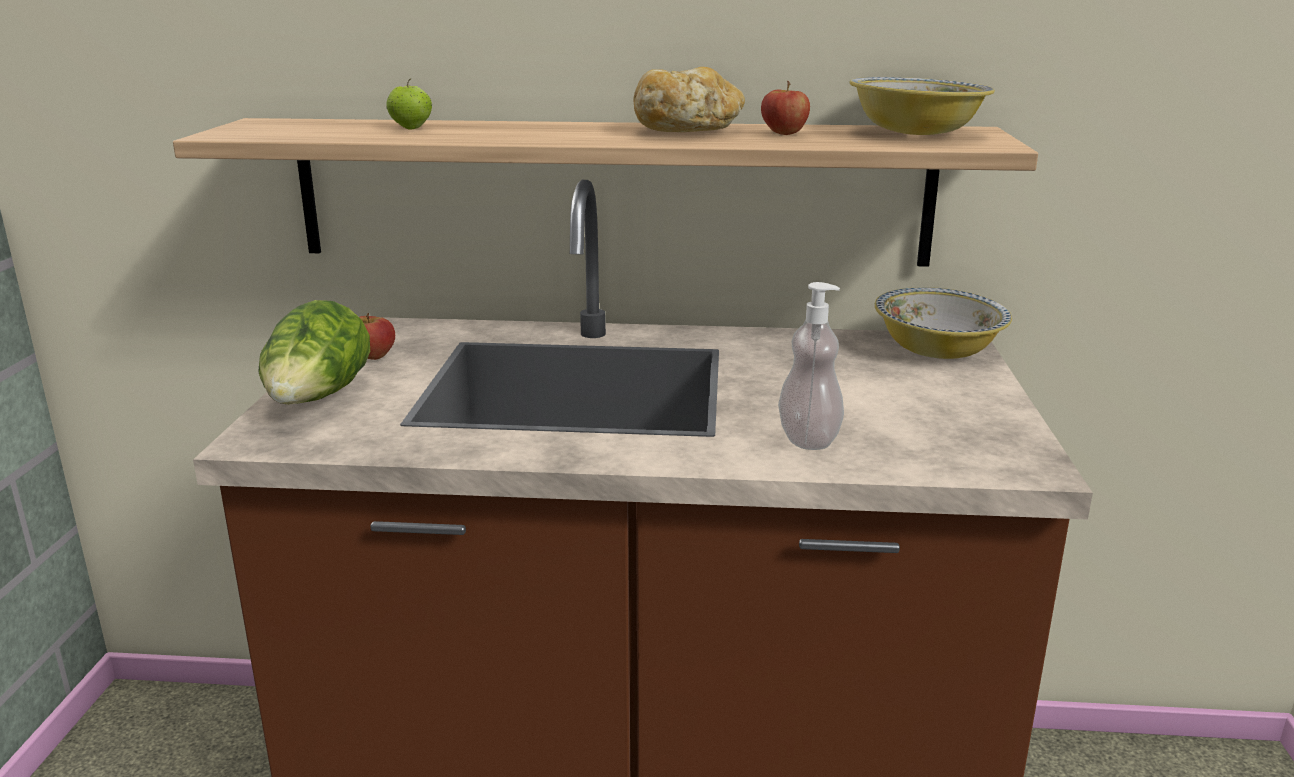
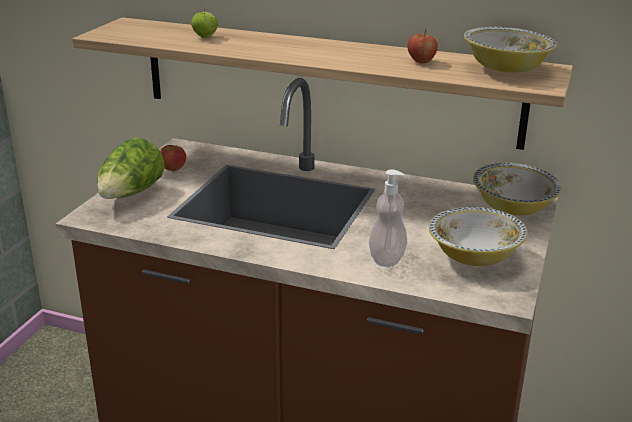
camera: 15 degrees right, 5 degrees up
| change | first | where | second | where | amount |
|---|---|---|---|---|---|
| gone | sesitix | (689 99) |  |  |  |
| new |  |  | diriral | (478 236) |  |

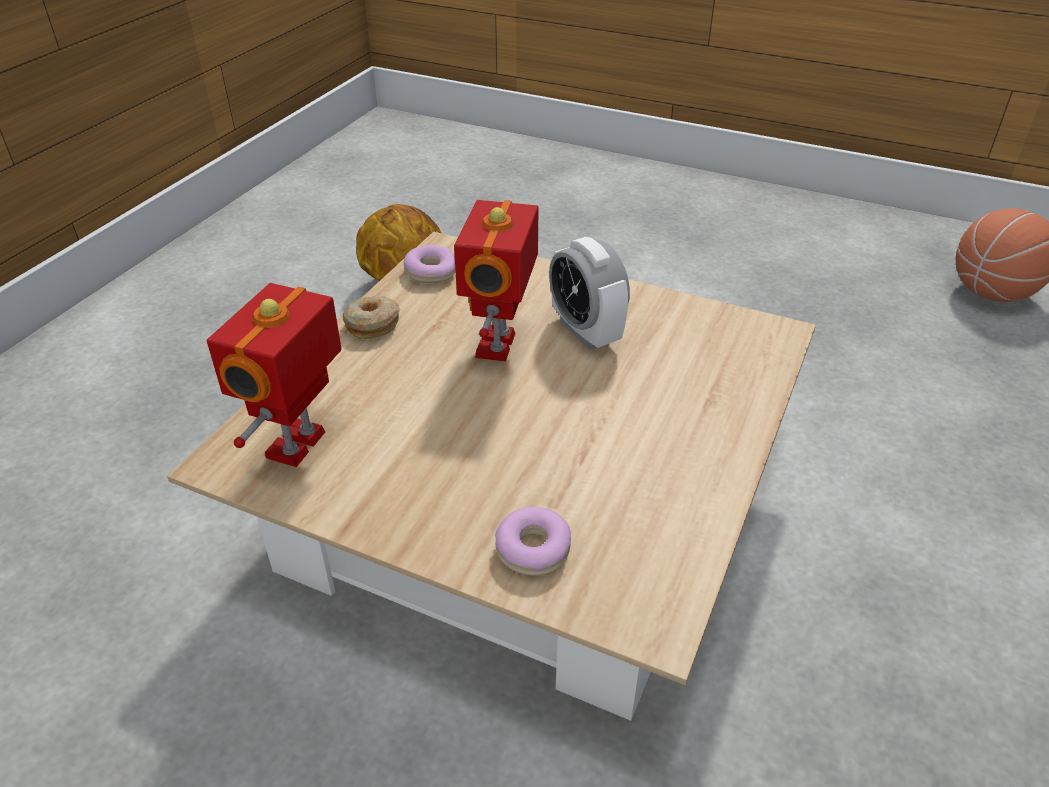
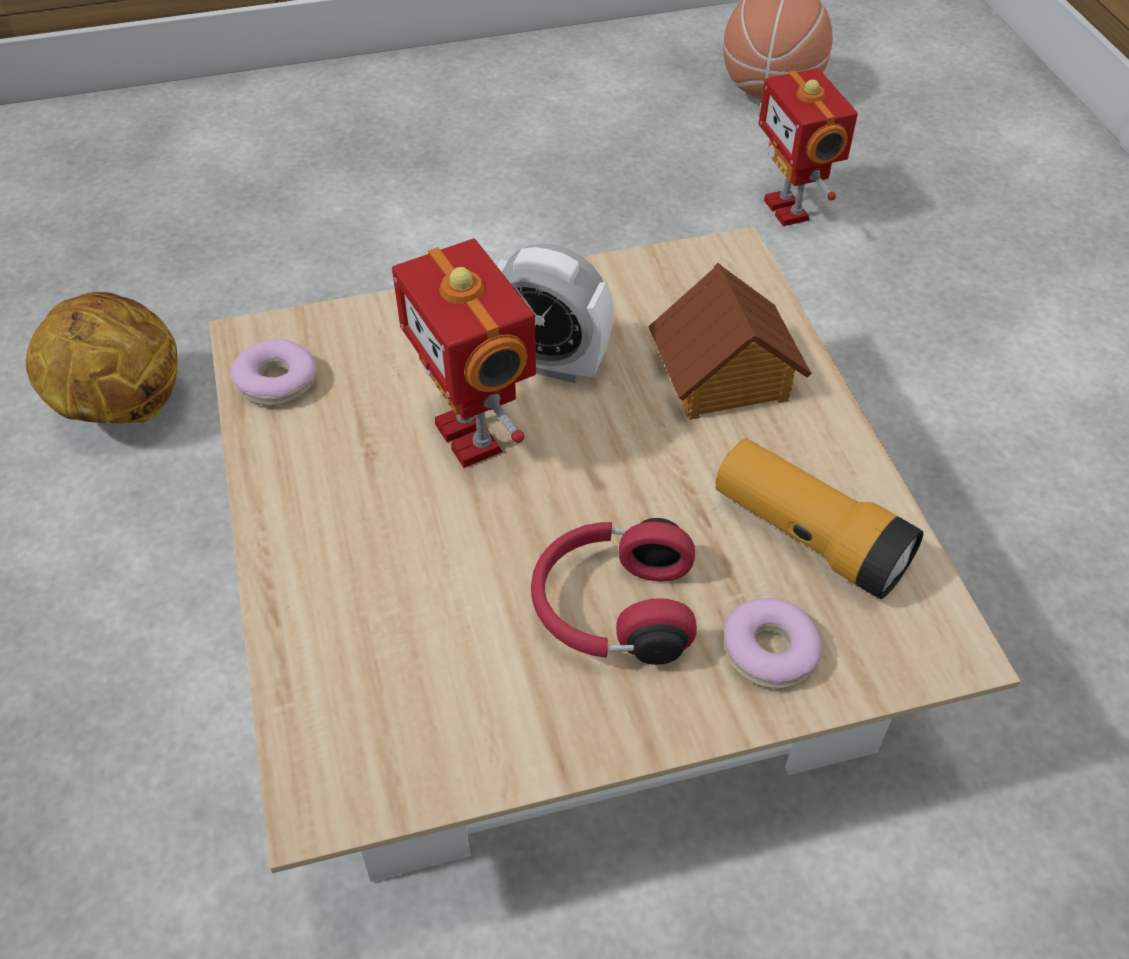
camera: 40 degrees left, 10 degrees up
| change | first | where | second | where | amount |
|---|---|---|---|---|---|
| gone | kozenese | (371 317) |  |  |  |
| new |  |  | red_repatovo | (614 591) |  |
| new |  |  | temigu | (730 341) |  |
| new |  |  | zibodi | (819 519) |  |
| shifted | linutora | (274 375) |  | (808 147) |  |

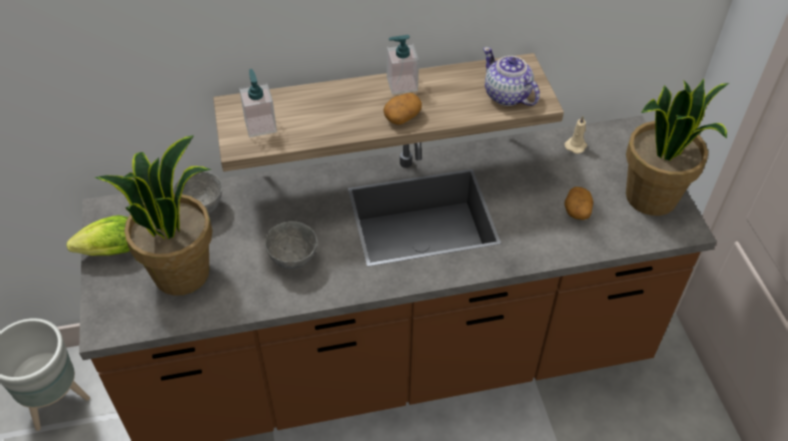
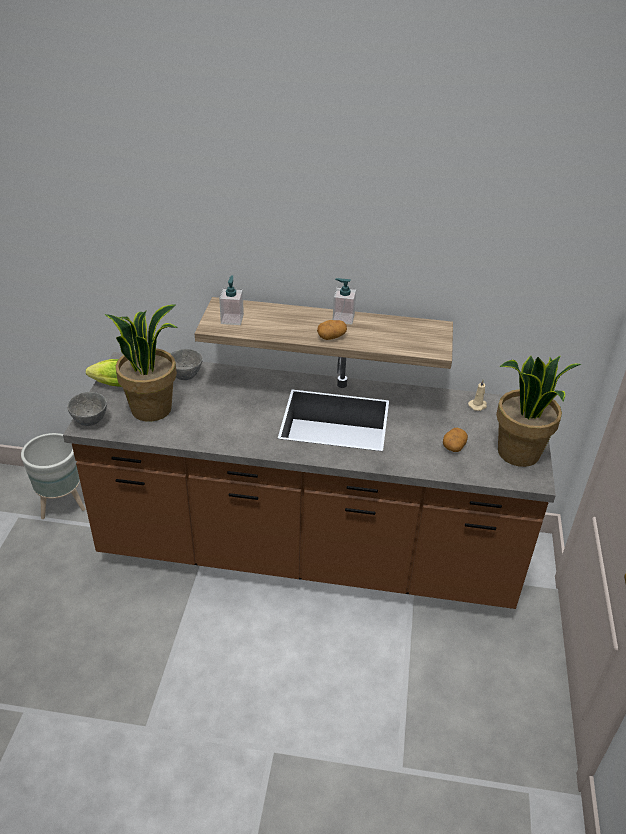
camera: 20 degrees right, 10 degrees down
| change | first | where | second | where | amount |
|---|---|---|---|---|---|
| gone | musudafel | (511 76) |  |  |  |
| shifted | grey_diriral | (290 245) |  | (87 409) |  |

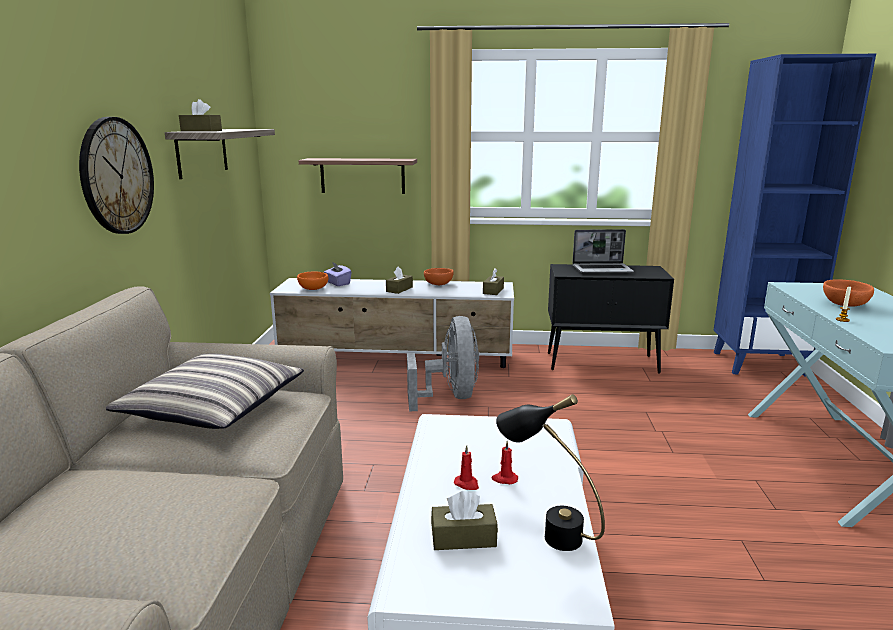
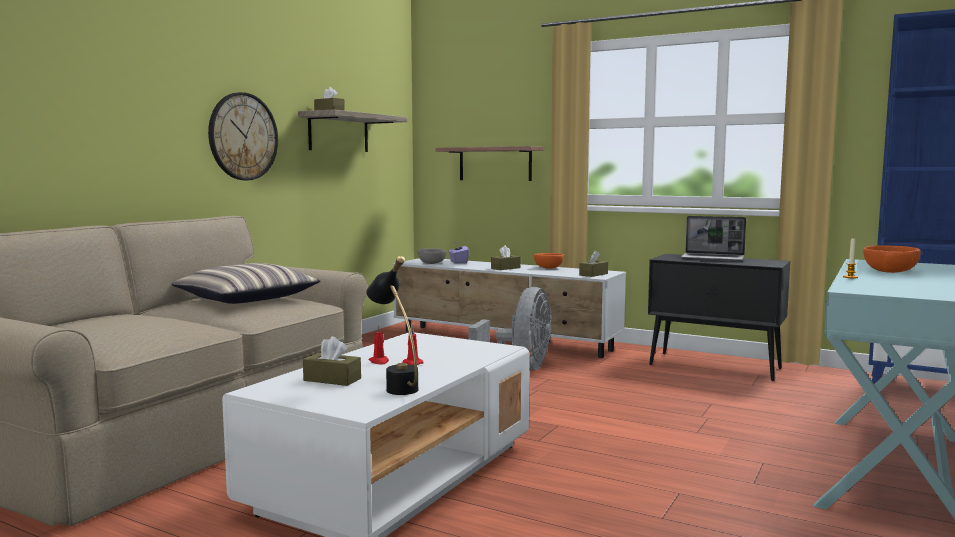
camera: 25 degrees right, 10 degrees down
| change | first | where | second | where | amount |
|---|---|---|---|---|---|
| repainted | orange_diriral | (313 280) | grey_diriral | (432 256) |  |

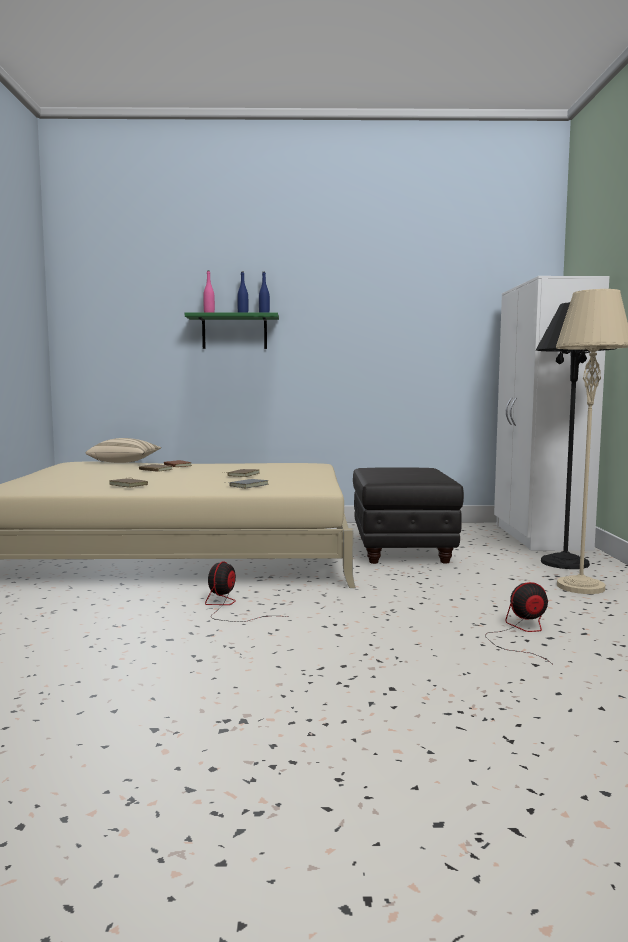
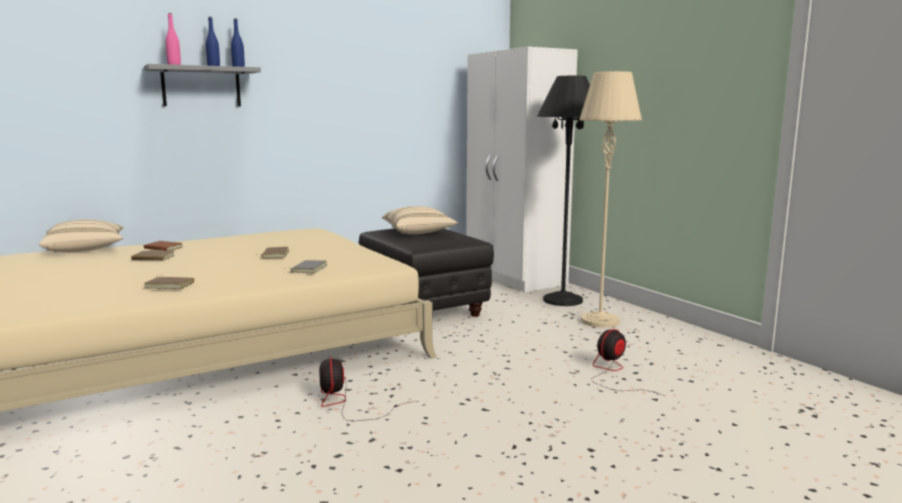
camera: 30 degrees left, 5 degrees up
| change | first | where | second | where | amount |
|---|---|---|---|---|---|
| new |  |  | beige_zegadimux | (420 220) |  |
| repainted | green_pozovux | (232 331) | grey_pozovux | (202 85) |  |

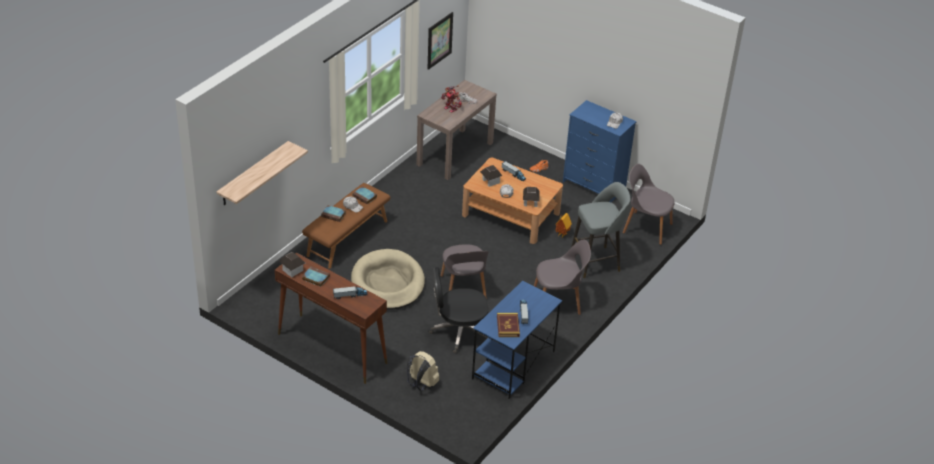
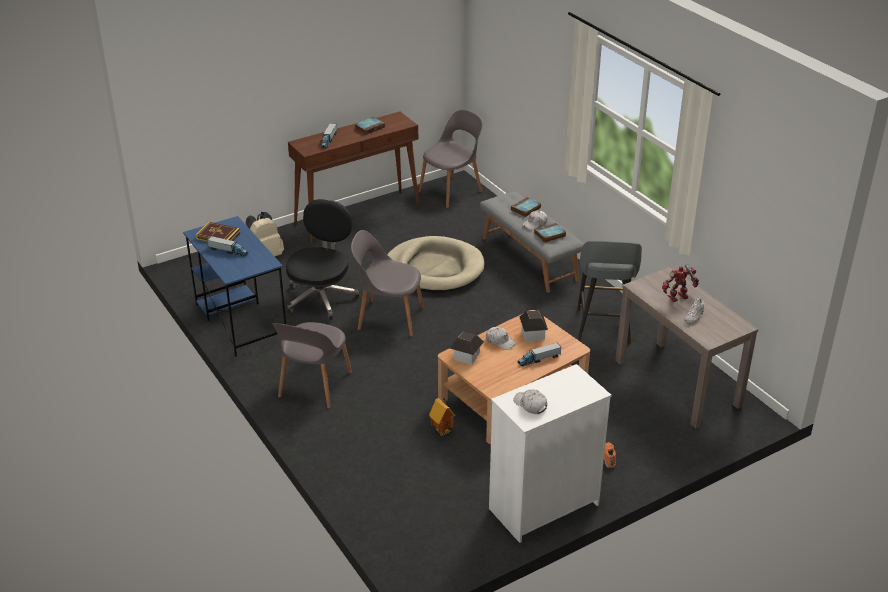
camera: 115 degrees right, 5 degrees down
| change | first | where | second | where | amount |
|---|---|---|---|---|---|
| gone | pozovux | (262 173) |  |  |  |
| gone | temigu | (292 264) |  |  |  |
| gone | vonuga | (440 41) |  |  |  |
| shifted | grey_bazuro | (600 230) |  | (609 292) |  |
| shifted | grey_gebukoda | (649 204) |  | (451 159) |  |
| repainted | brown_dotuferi | (346 226) | grey_dotuferi | (532 242) |  |
| repainted | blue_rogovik | (599 151) | white_rogovik | (550 453) |  |

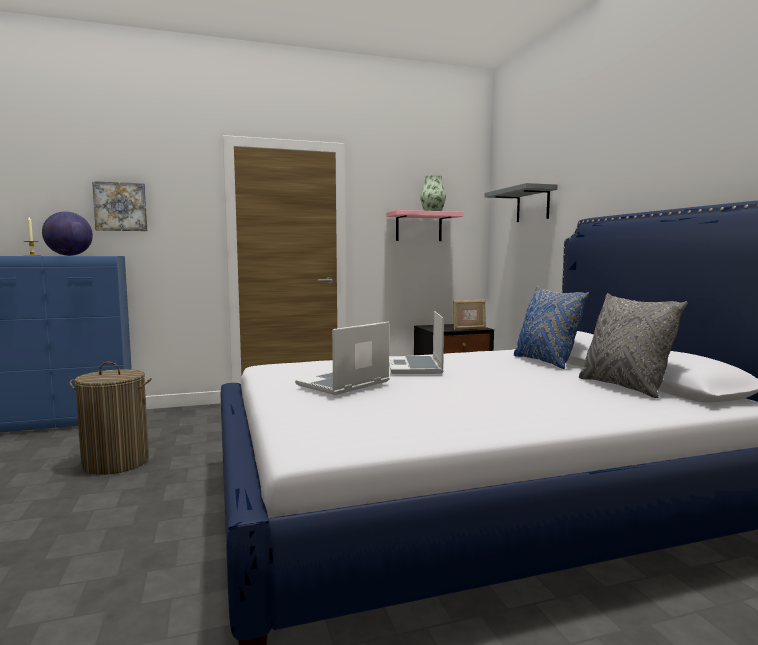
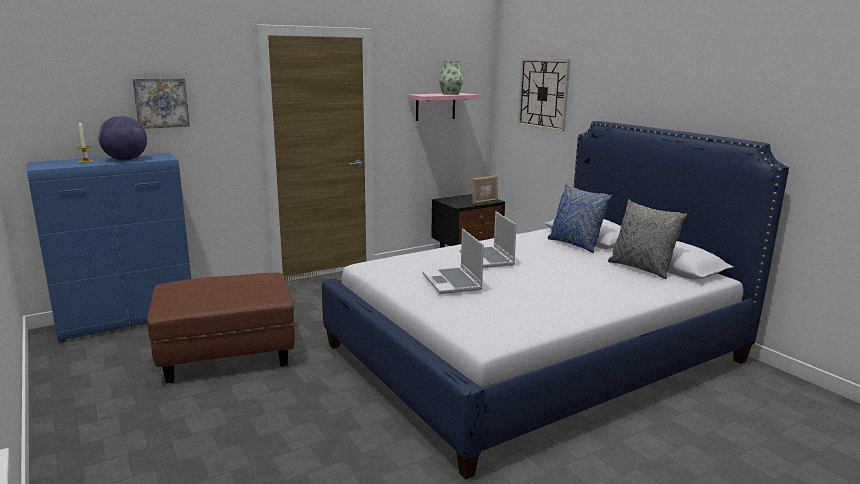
camera: 15 degrees left, 10 degrees up
| change | first | where | second | where | amount |
|---|---|---|---|---|---|
| swapped | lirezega | (111 418) | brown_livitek | (221 328) |  |
| swapped | grey_pozovux | (521 202) | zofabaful | (544 95) |  |
| rotated | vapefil | (342 358) |  | (453 261) | 45 degrees counterclockwise |

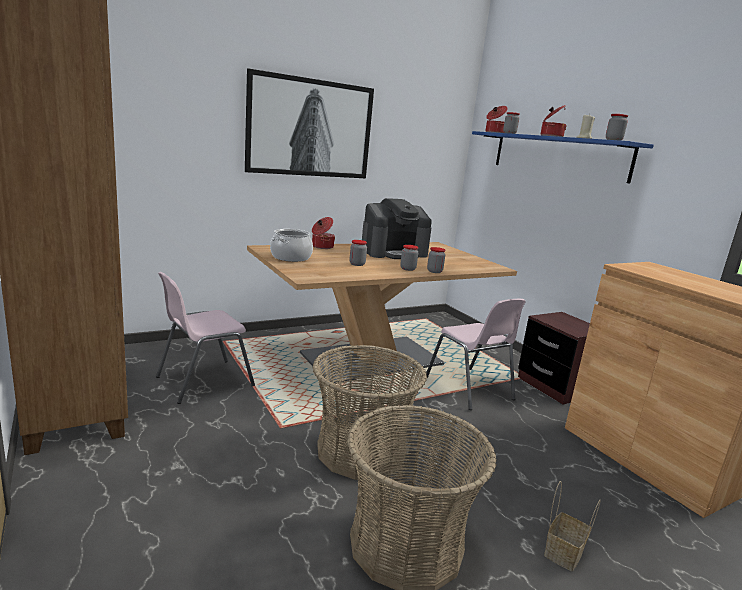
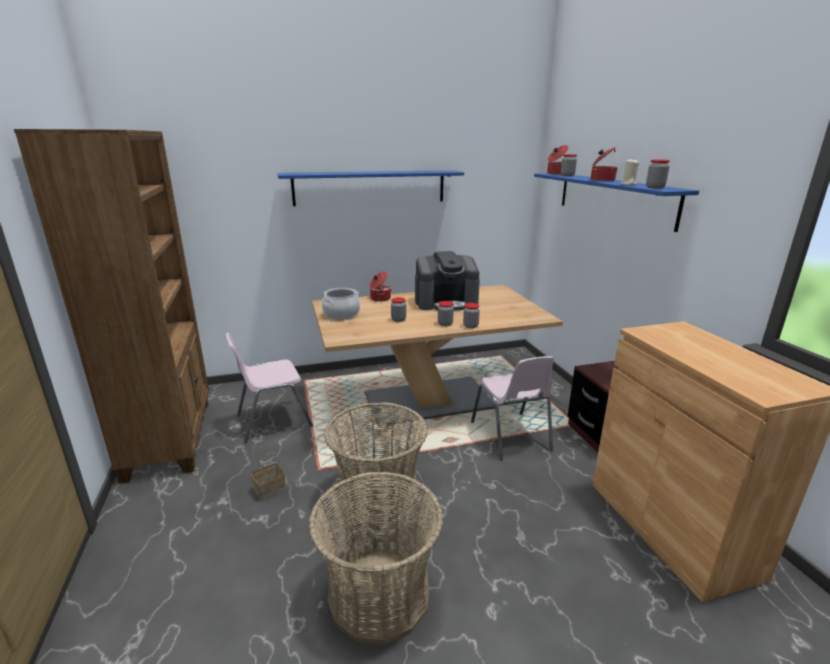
camera: 15 degrees right, 5 degrees up
| change | first | where | second | where | amount |
|---|---|---|---|---|---|
| shifted | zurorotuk | (572 526) |  | (268 470) |  |
| swapped | vonuga | (309 123) | blue_pozovux | (371 188) |  |

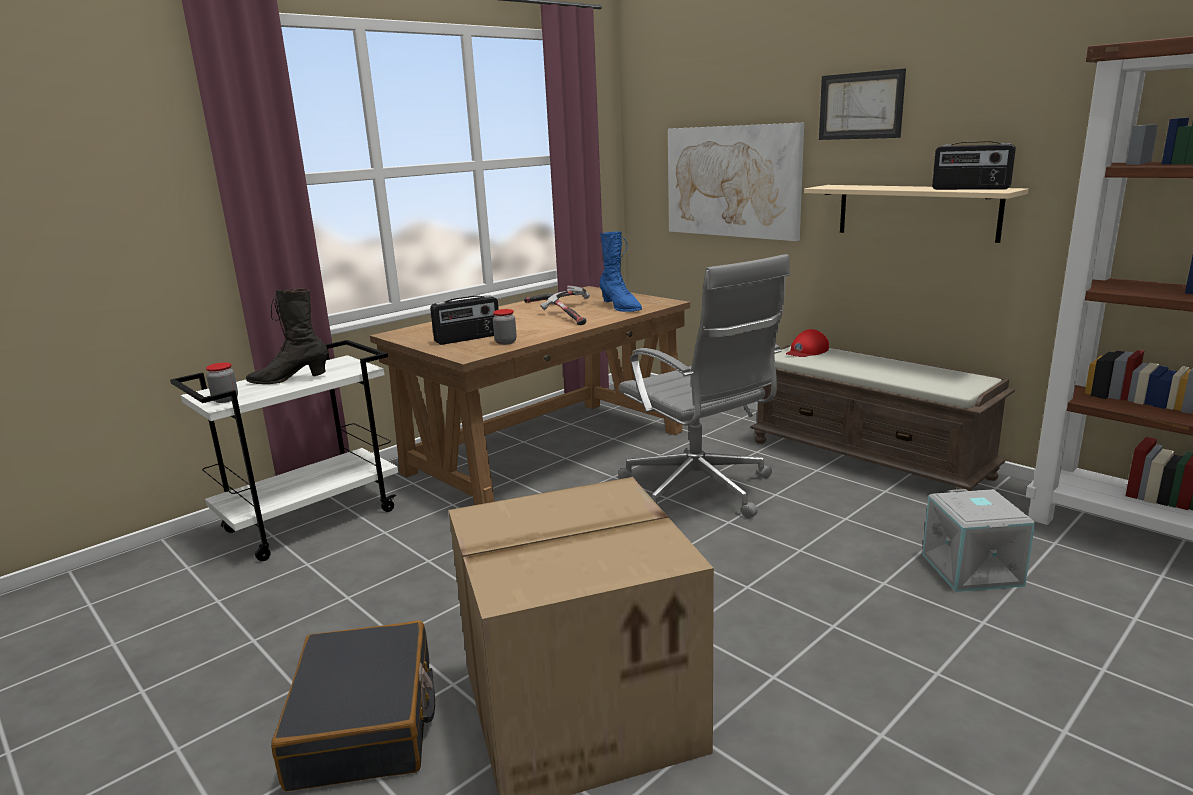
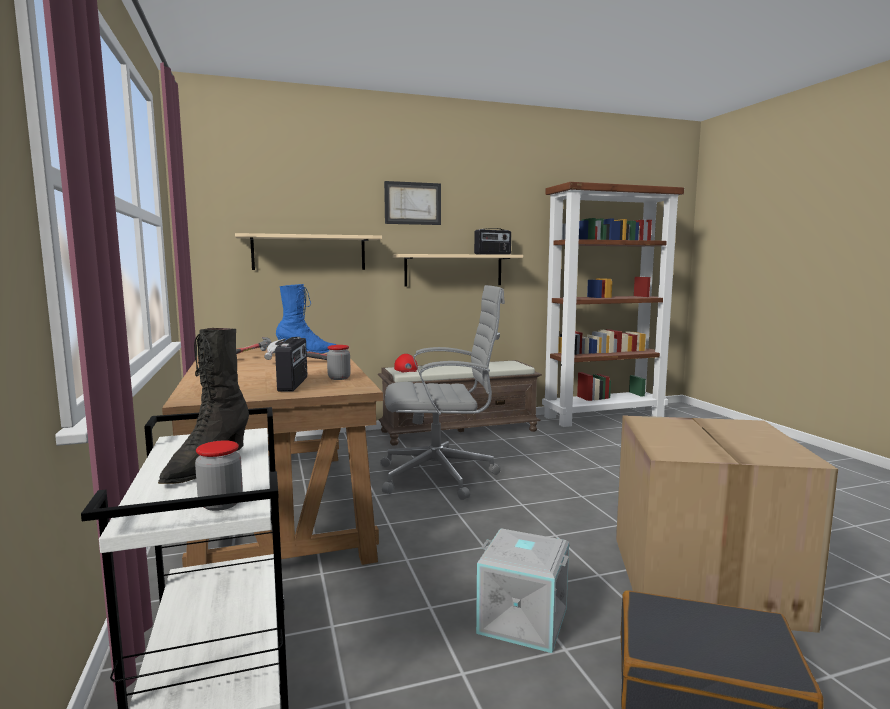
camera: 65 degrees left, 10 degrees down
| change | first | where | second | where | amount |
|---|---|---|---|---|---|
| shifted | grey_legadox | (978 540) |  | (522 590) |  |
| swapped | vonuga | (736 182) | beige_pozovux | (308 251) |  |

